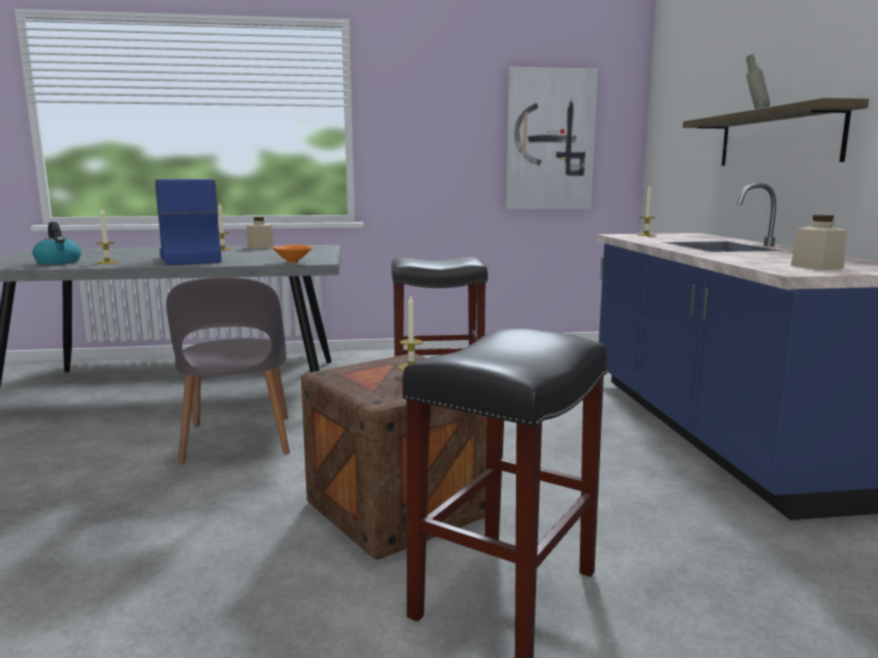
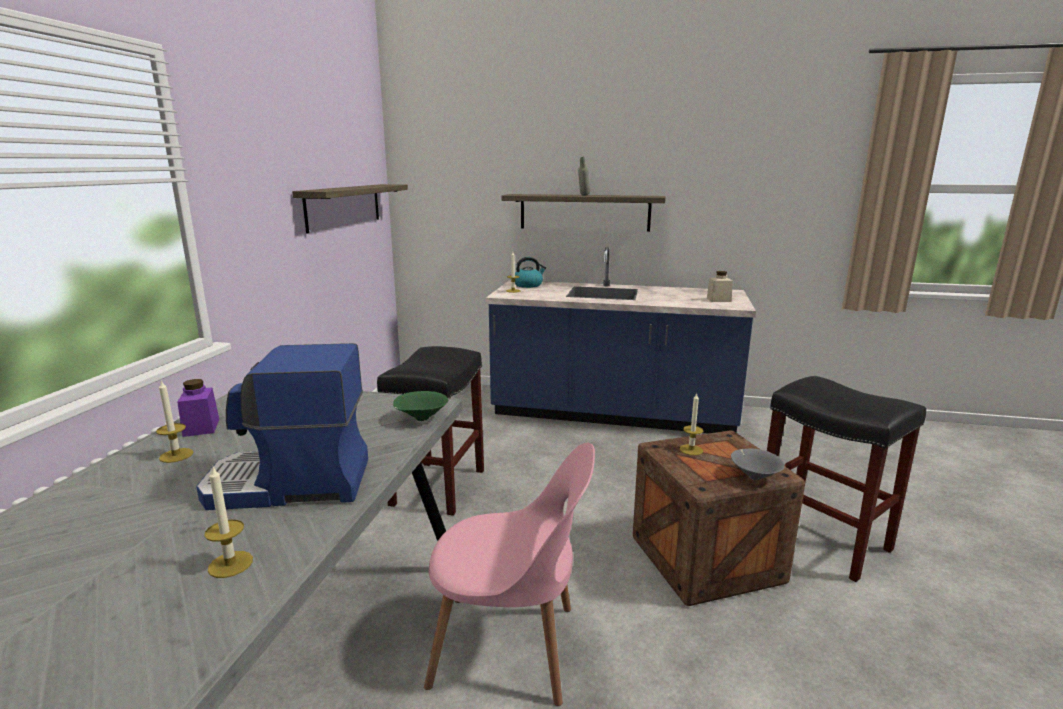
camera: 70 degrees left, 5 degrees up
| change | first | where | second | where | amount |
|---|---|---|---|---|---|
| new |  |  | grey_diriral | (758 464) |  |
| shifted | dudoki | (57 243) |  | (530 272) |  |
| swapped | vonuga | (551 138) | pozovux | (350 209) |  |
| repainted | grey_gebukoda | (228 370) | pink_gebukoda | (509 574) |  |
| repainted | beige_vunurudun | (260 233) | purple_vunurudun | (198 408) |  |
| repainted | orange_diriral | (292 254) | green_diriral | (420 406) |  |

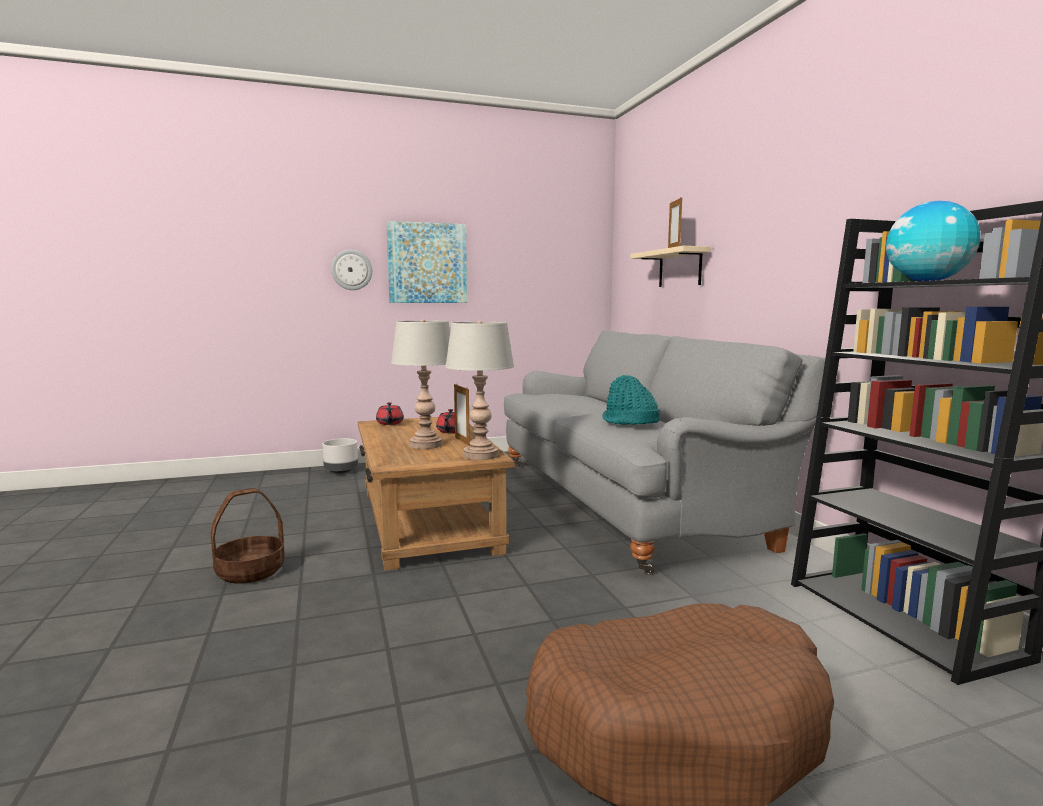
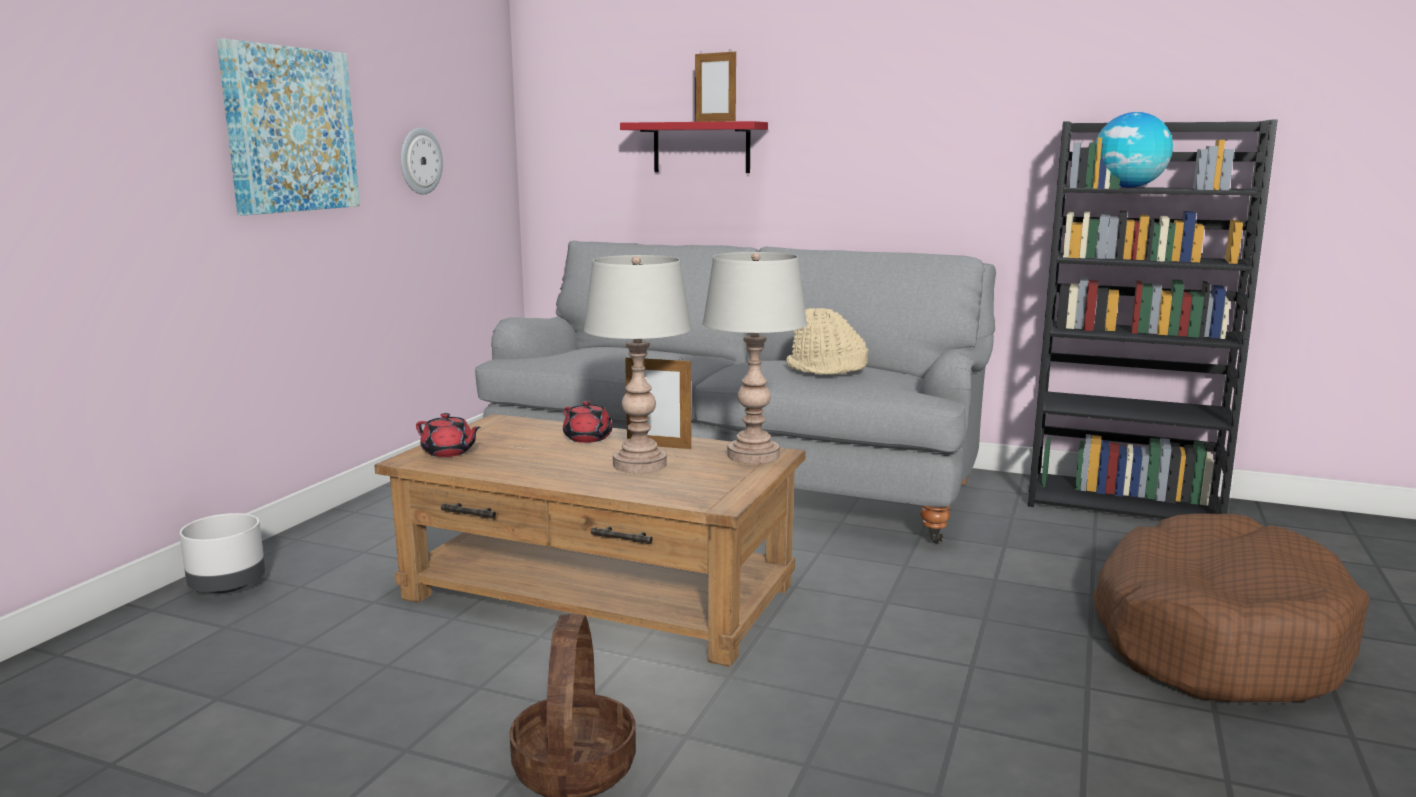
camera: 50 degrees left, 5 degrees up
| change | first | where | second | where | amount |
|---|---|---|---|---|---|
| shifted | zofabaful | (351 270) |  | (421 161) |  |
| repainted | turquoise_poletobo | (631 400) | beige_poletobo | (827 341) |  |
| repainted | beige_pozovux | (670 266) | red_pozovux | (694 147) |  |

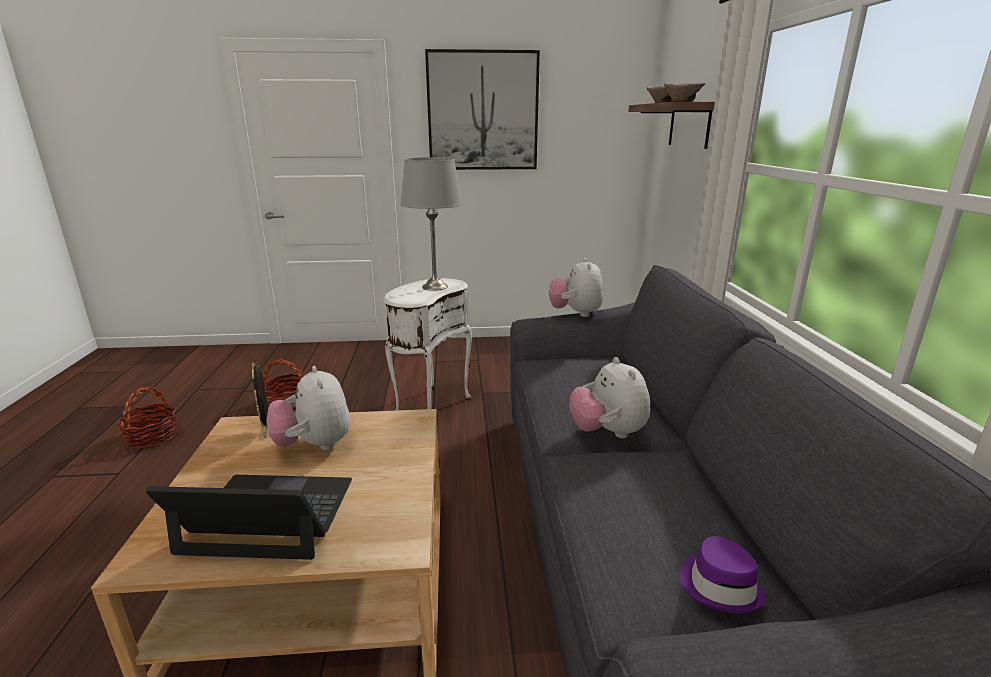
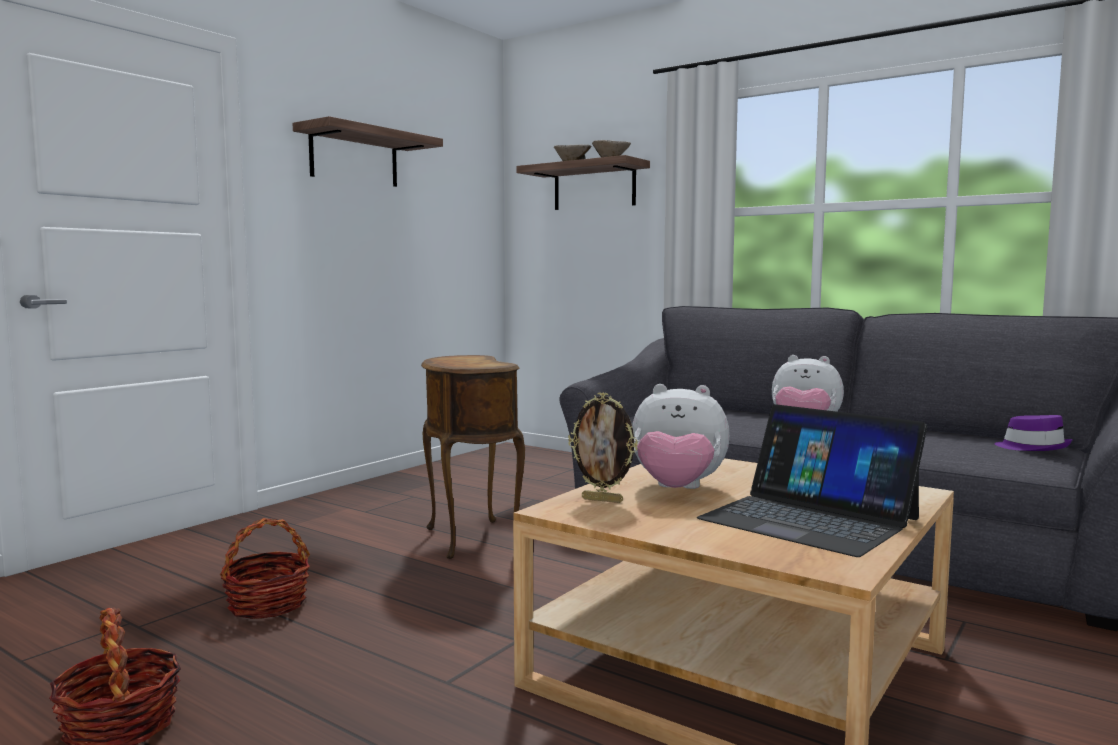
camera: 50 degrees left, 15 degrees down
| change | first | where | second | where | amount |
|---|---|---|---|---|---|
| gone | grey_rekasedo | (431 224) |  |  |  |
| gone | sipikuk | (576 287) |  |  |  |
| swapped | vonuga | (482 109) | pozovux | (368 151) |  |
| repainted | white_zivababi | (427 344) | brown_zivababi | (473 457) |  |
| rotated | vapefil | (249 517) |  | (812 480) | 90 degrees counterclockwise |

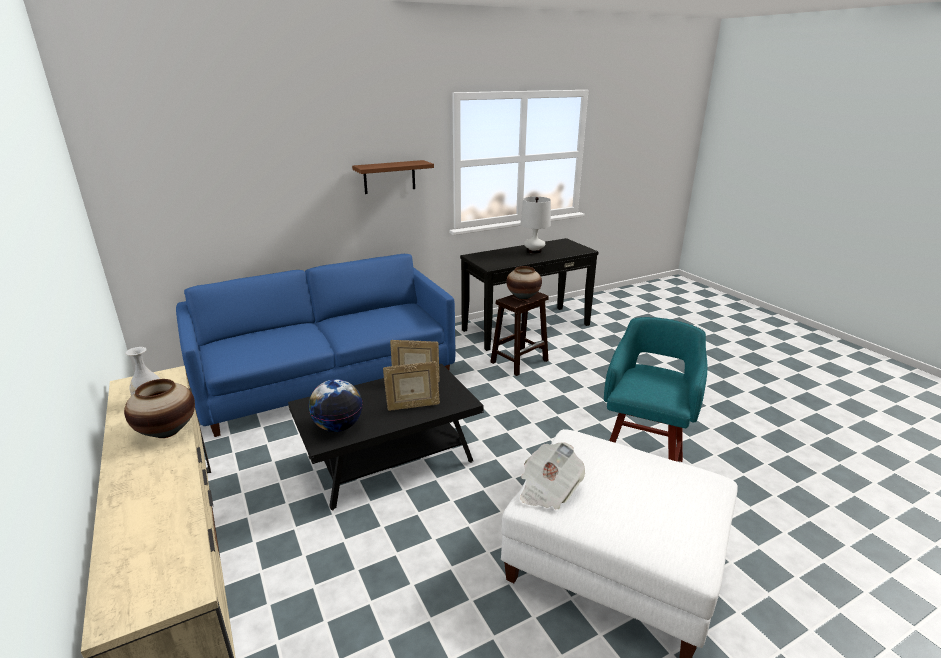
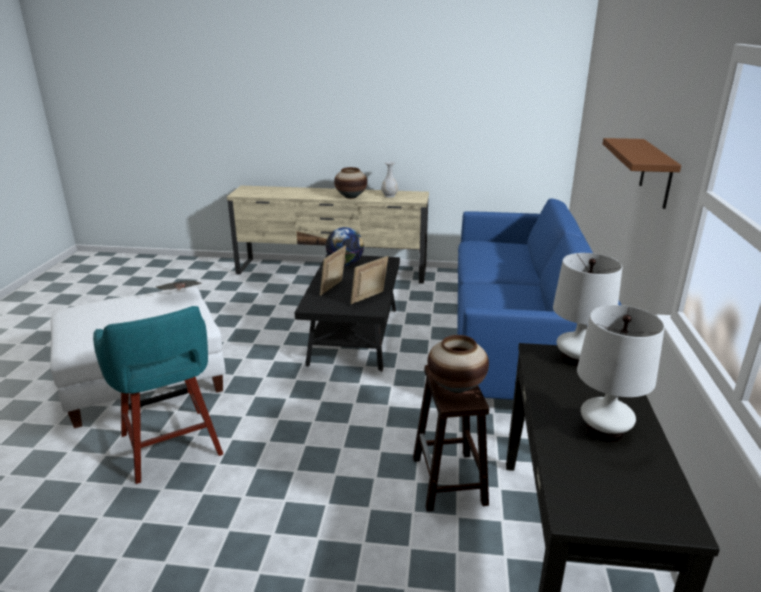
camera: 125 degrees right, 0 degrees up
| change | first | where | second | where | amount |
|---|---|---|---|---|---|
| new |  |  | white_rekasedo | (587 309) |  |

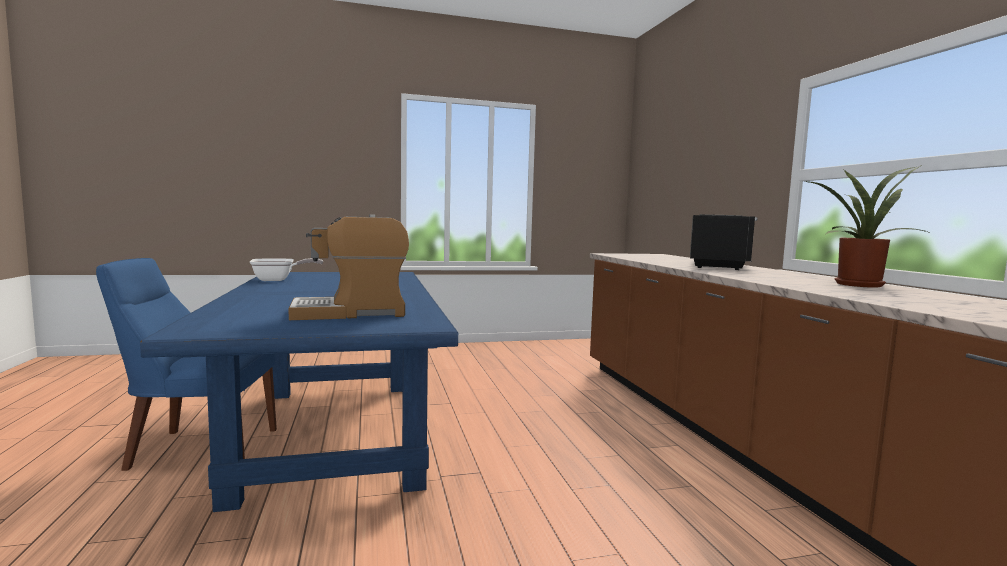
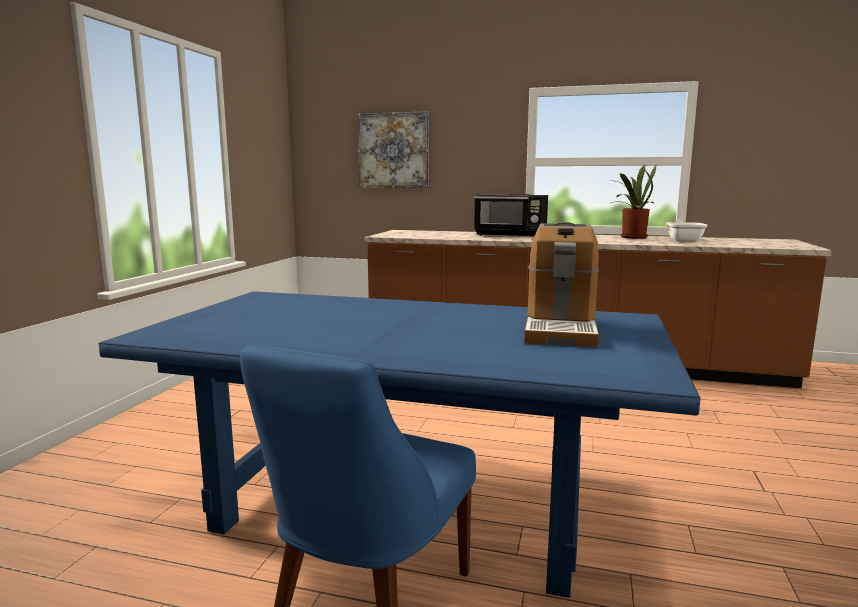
camera: 60 degrees left, 5 degrees up
| change | first | where | second | where | amount |
|---|---|---|---|---|---|
| new |  |  | vonuga | (393 149) |  |
| shifted | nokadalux | (286 269) |  | (687 231) |  |
| rotated | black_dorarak | (723 242) |  | (511 215) | 150 degrees clockwise |

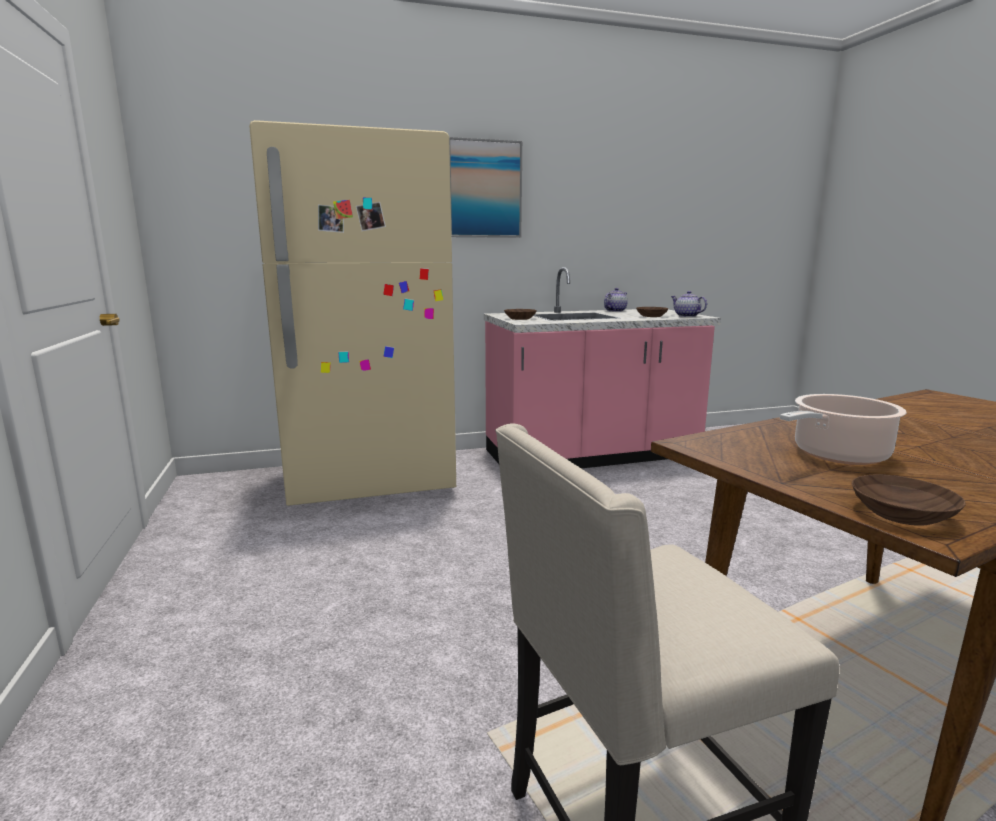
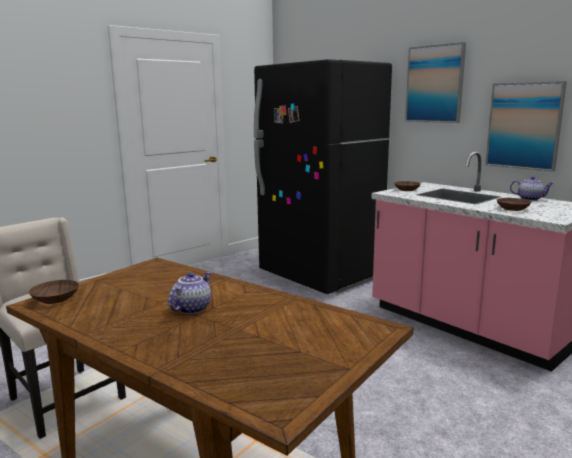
camera: 65 degrees right, 0 degrees up
| change | first | where | second | where | amount |
|---|---|---|---|---|---|
| gone | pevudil | (843 429) |  |  |  |
| new |  |  | vonuga | (526 126) |  |
| shifted | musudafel | (689 304) |  | (189 293) |  |
| repainted | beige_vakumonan | (352 313) | black_vakumonan | (323 176) |  |

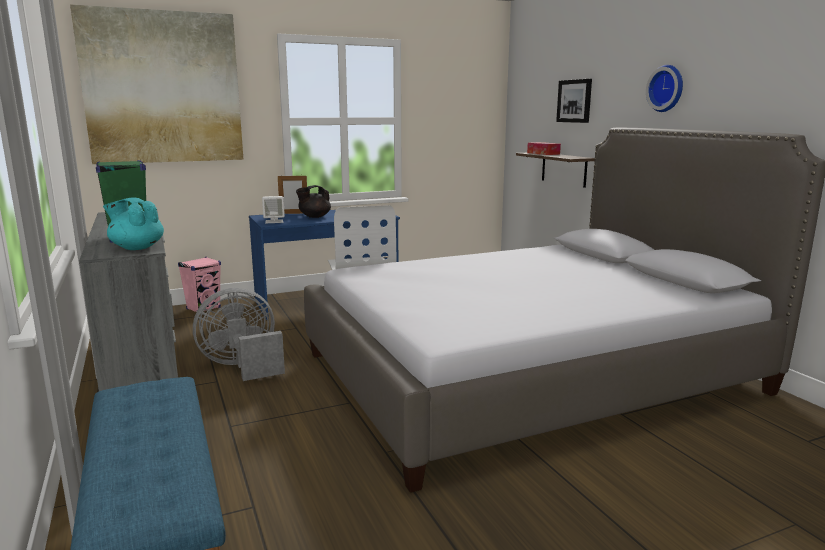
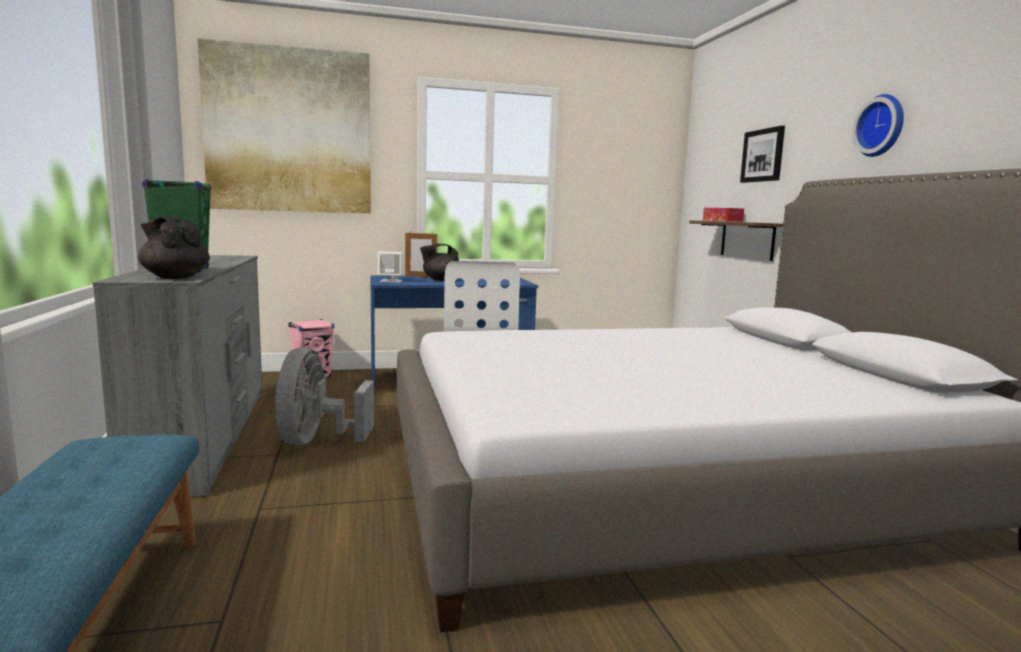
camera: 10 degrees right, 5 degrees down
| change | first | where | second | where | amount |
|---|---|---|---|---|---|
| repainted | turquoise_musudafel | (133 223) | black_musudafel | (174 247) |  |
| rotated | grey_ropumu | (239 334) |  | (324 396) | 75 degrees counterclockwise |

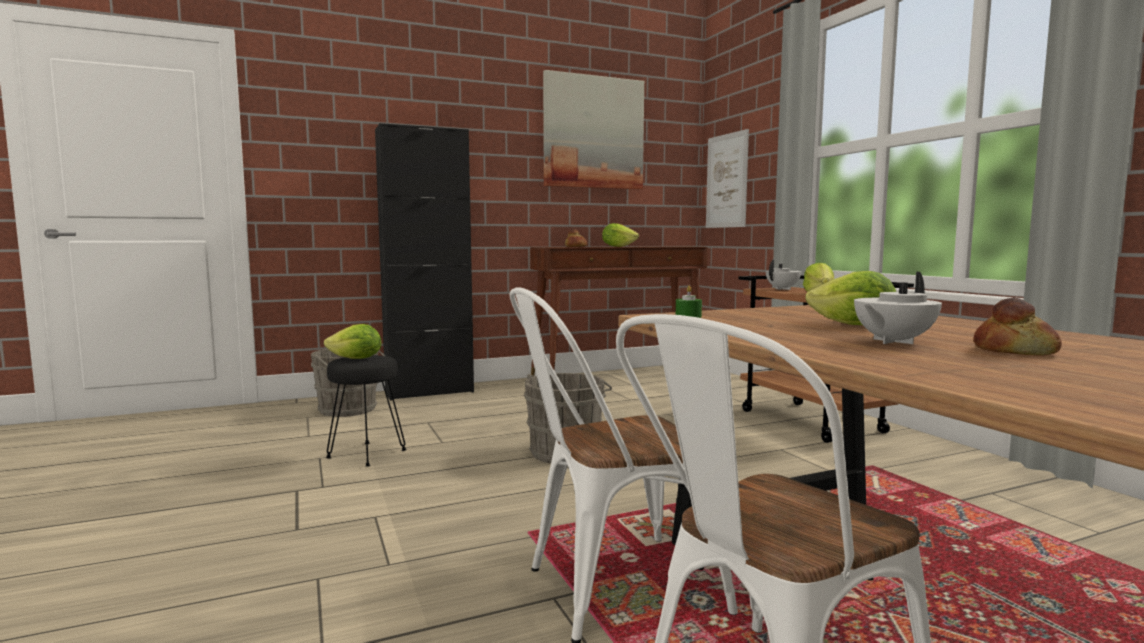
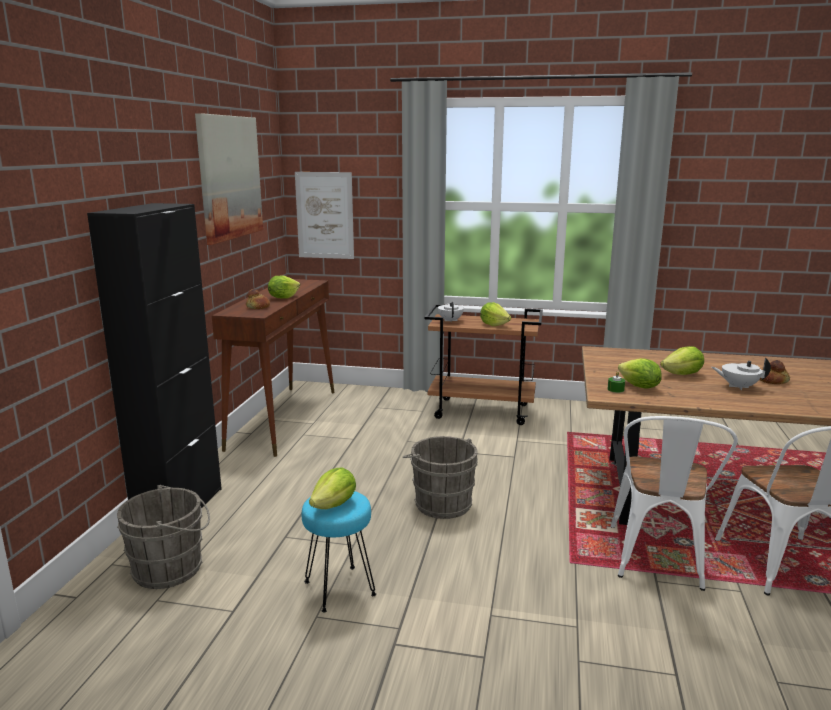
camera: 55 degrees left, 10 degrees up
| change | first | where | second | where | amount |
|---|---|---|---|---|---|
| new |  |  | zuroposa | (640 373) |  |
| repainted | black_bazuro | (366 411) | turquoise_bazuro | (339 551) |  |
| rotated | white_musudafel | (898 308) |  | (741 374) | 105 degrees clockwise |

